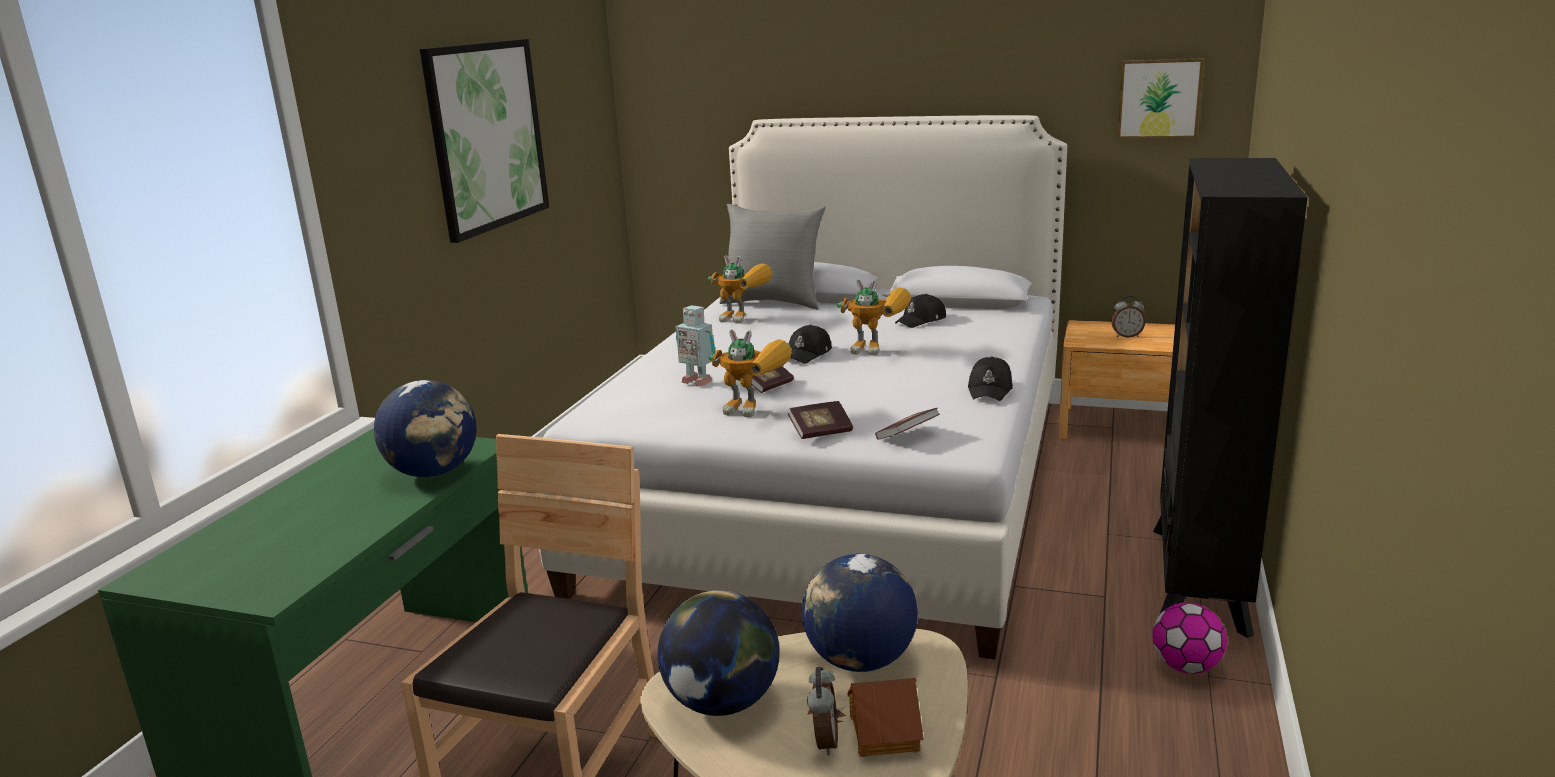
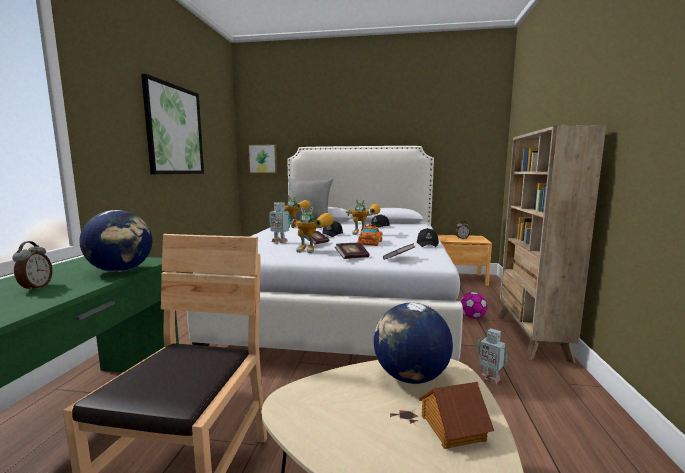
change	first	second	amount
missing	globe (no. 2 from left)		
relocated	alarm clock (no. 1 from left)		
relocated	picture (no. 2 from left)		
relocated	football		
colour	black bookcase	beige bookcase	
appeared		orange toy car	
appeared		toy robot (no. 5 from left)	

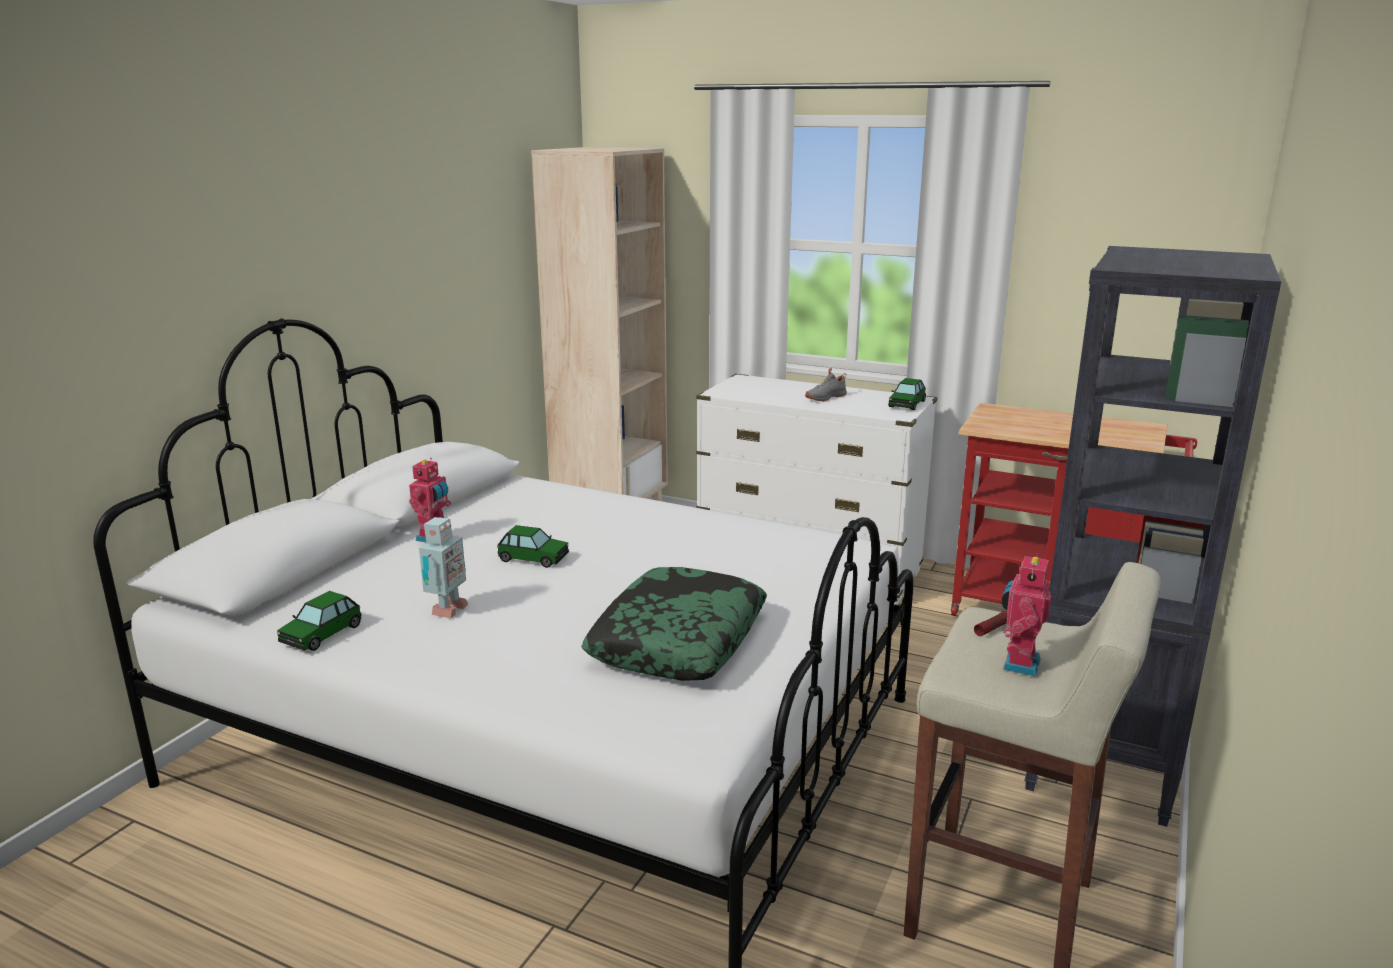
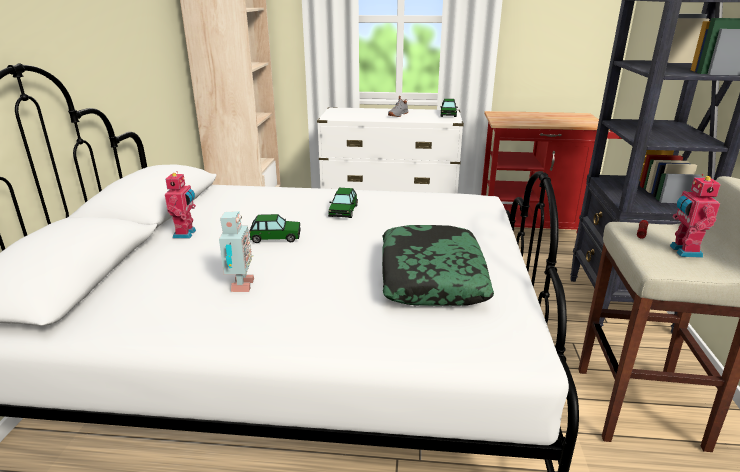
change	first	second	amount
relocated	toy car (no. 1 from left in the first image)	toy car (no. 2 from left)	

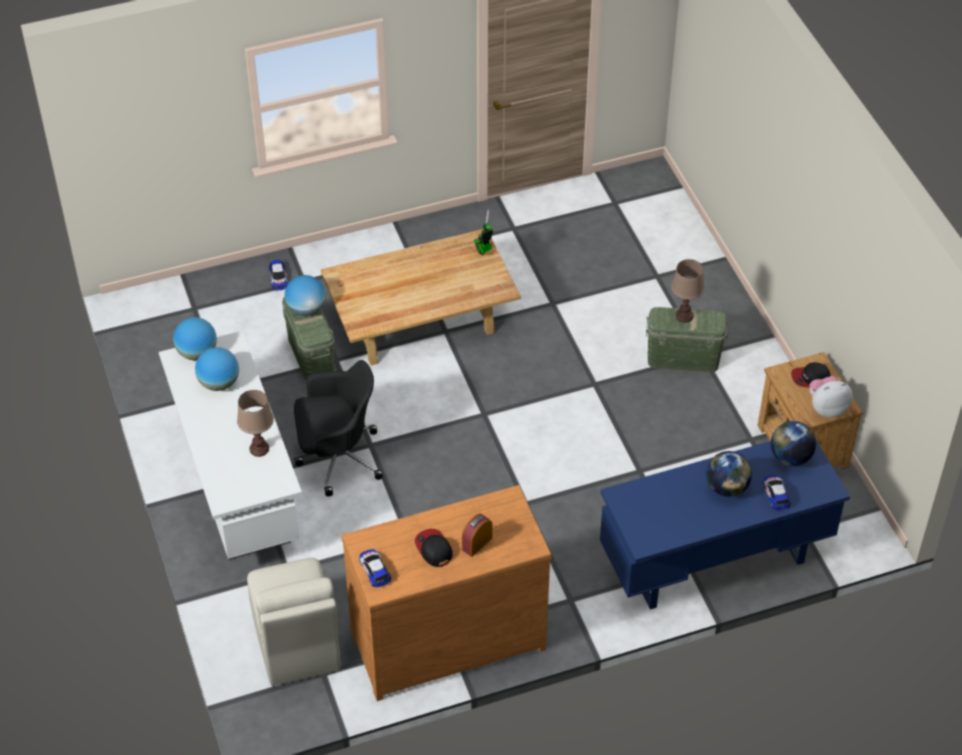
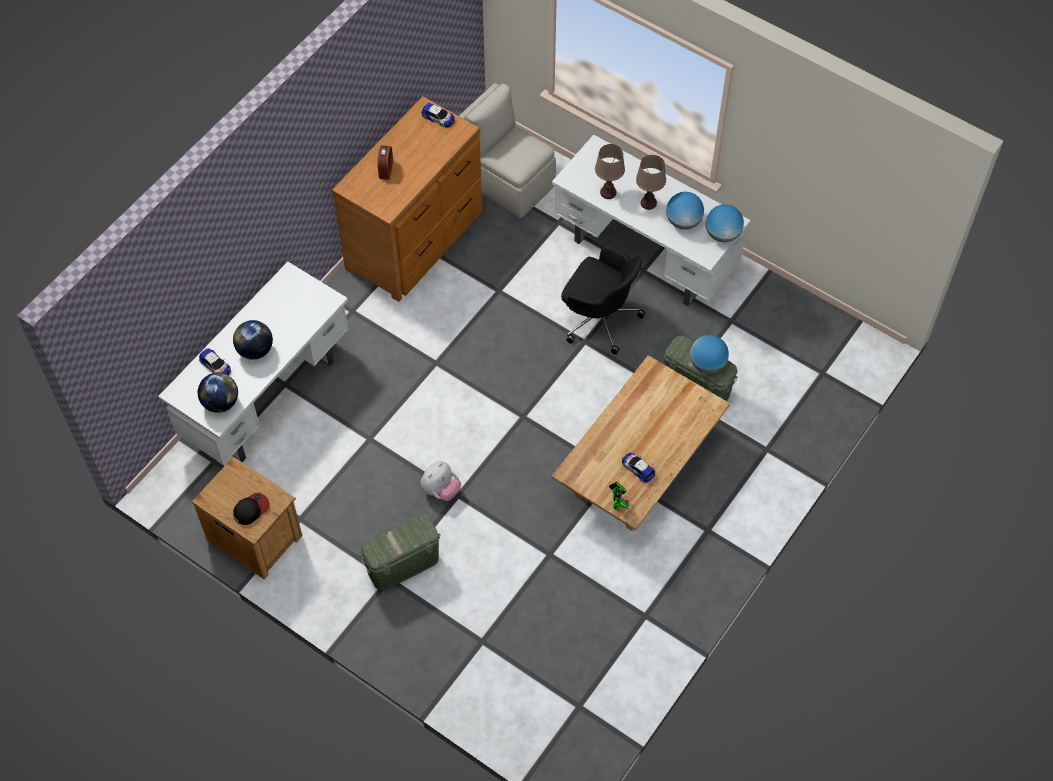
change	first	second	amount
relocated	toy car (no. 1 from left in the first image)	toy car (no. 3 from left)	
spun	black office chair		105 degrees counterclockwise
missing	cap (no. 1 from left)		
colour	blue desk	white desk (no. 1 from left)	
relocated	brown table lamp (no. 2 from left)		
relocated	plush toy		

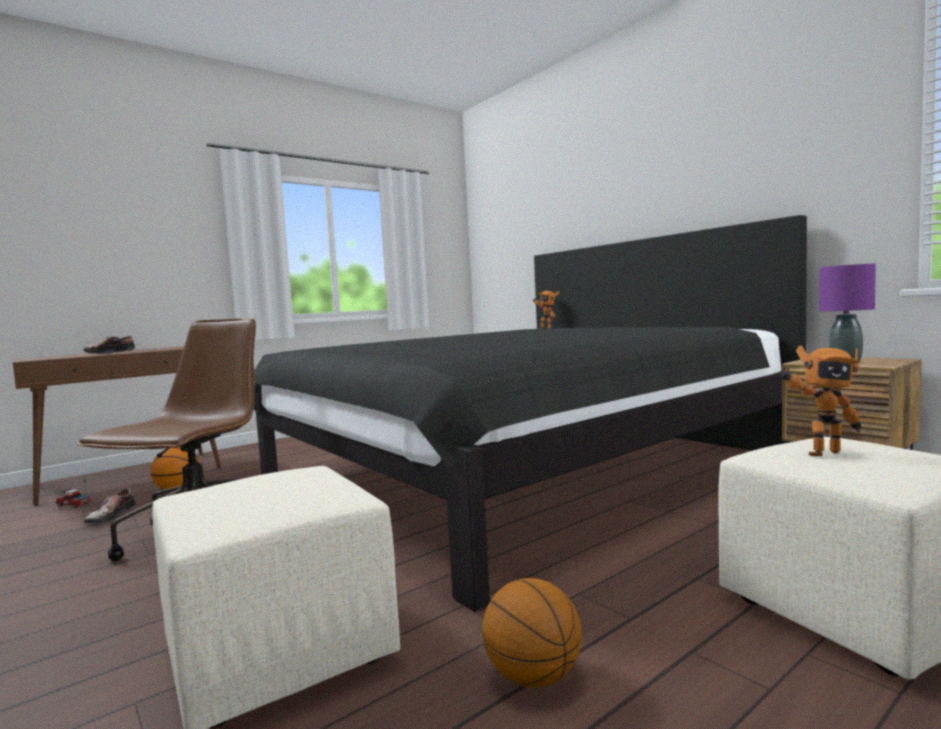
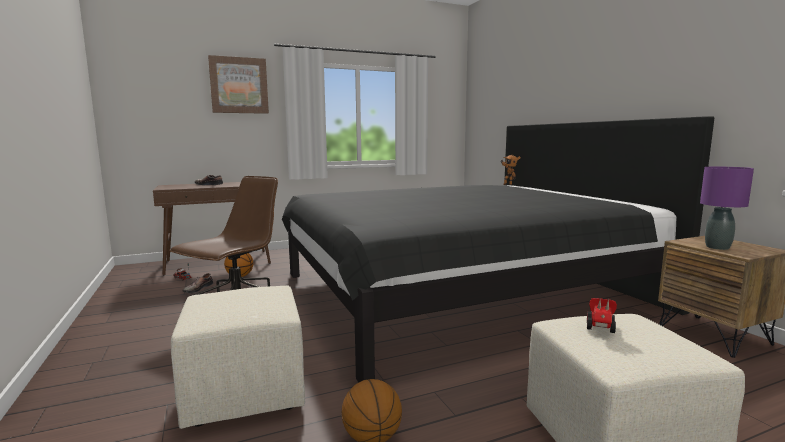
change	first	second	amount
exchanged	toy robot (no. 2 from left)	toy car	
appeared		picture	

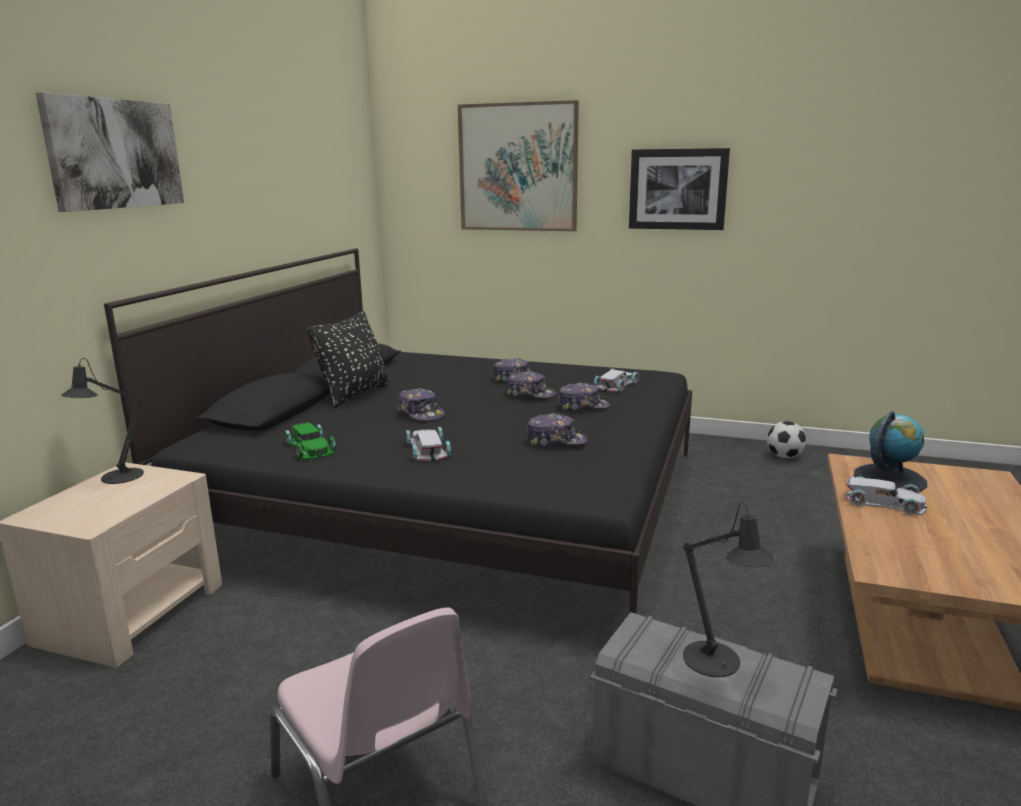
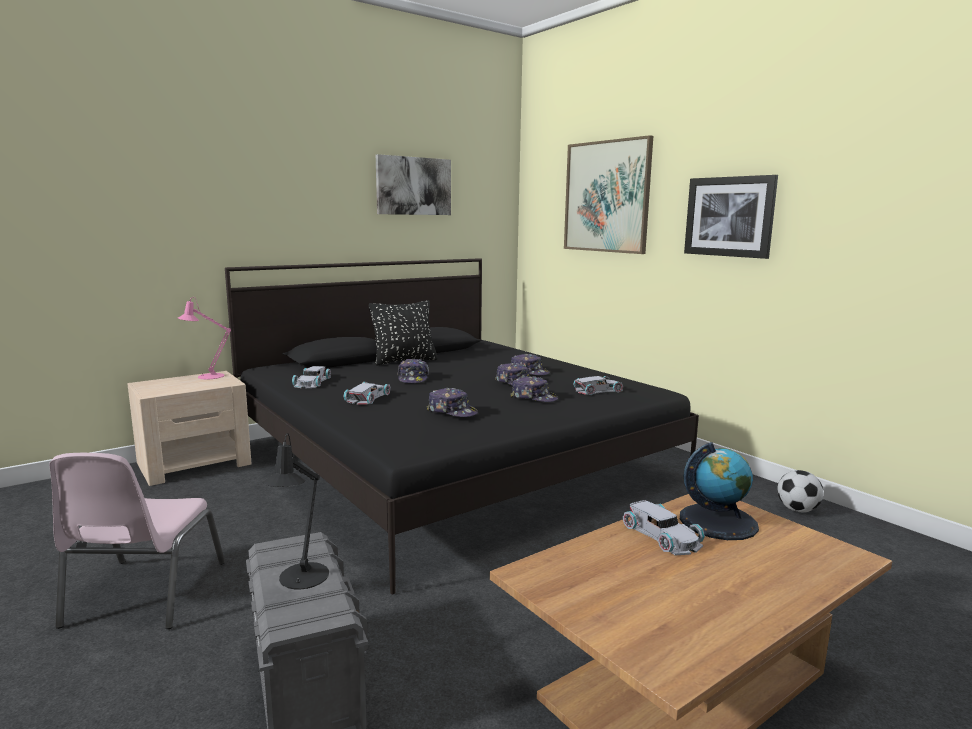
change	first	second	amount
relocated	picture (no. 1 from left)		
colour	black table lamp (no. 1 from left)	pink table lamp	
colour	green toy car	white toy car (no. 1 from left)	

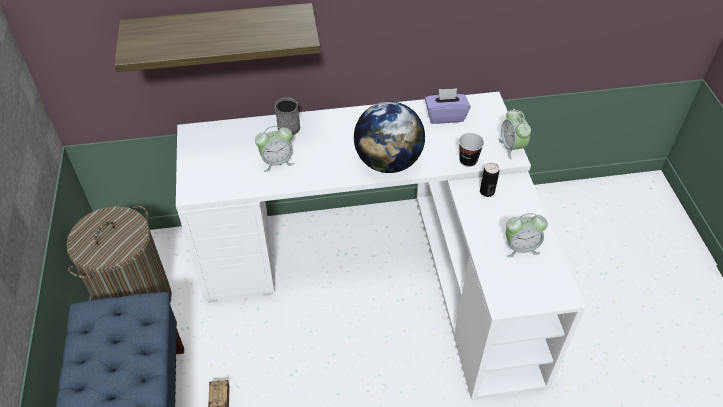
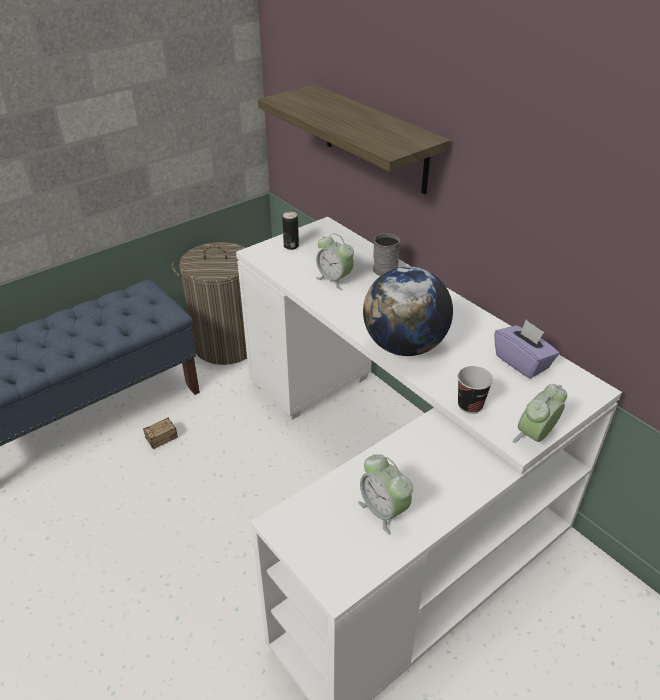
change	first	second	amount
relocated	can		

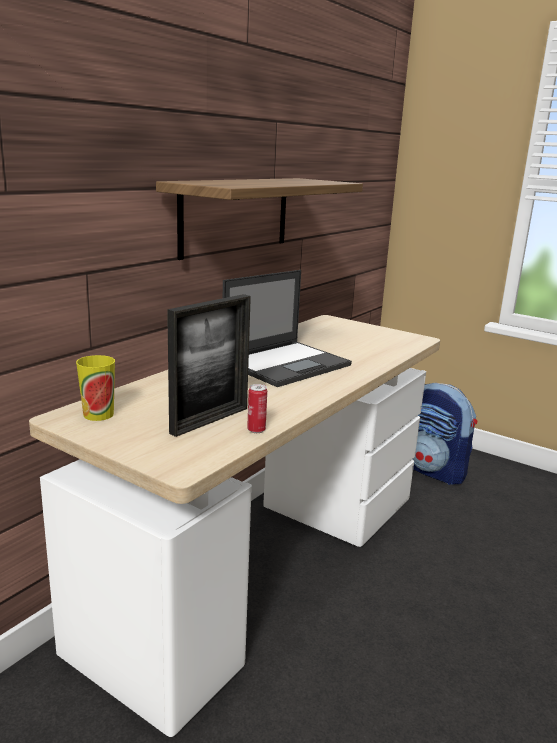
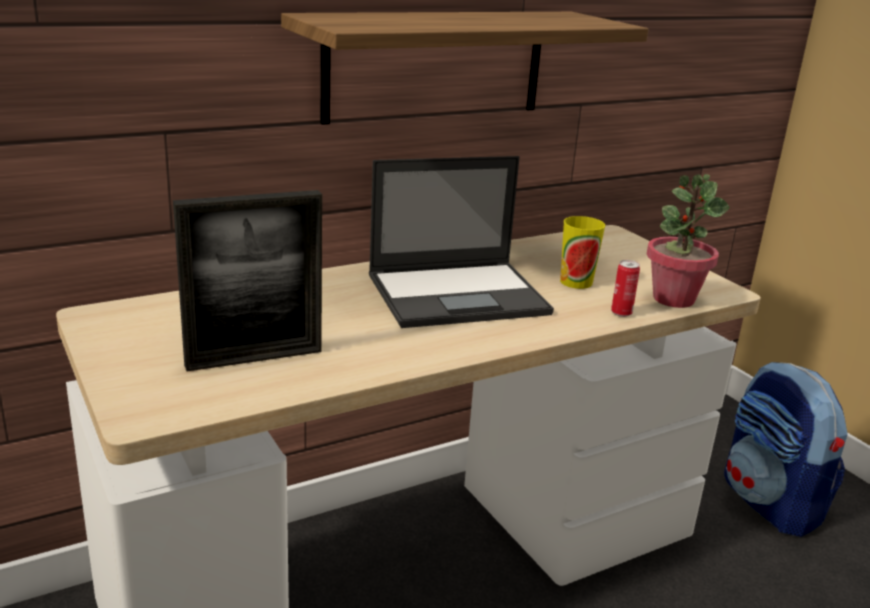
change	first	second	amount
relocated	cup		
relocated	can		
appeared		potted plant	

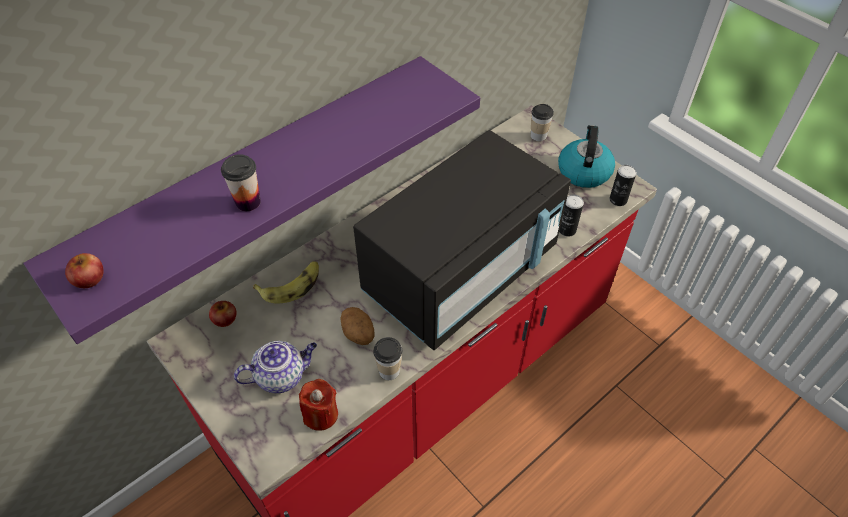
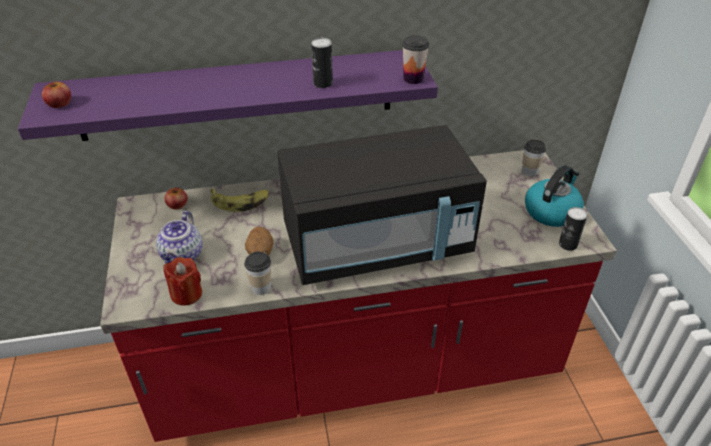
change	first	second	amount
relocated	cup (no. 1 from left in the first image)	cup (no. 2 from left)	
spun	teapot		90 degrees clockwise
relocated	can (no. 1 from left)		

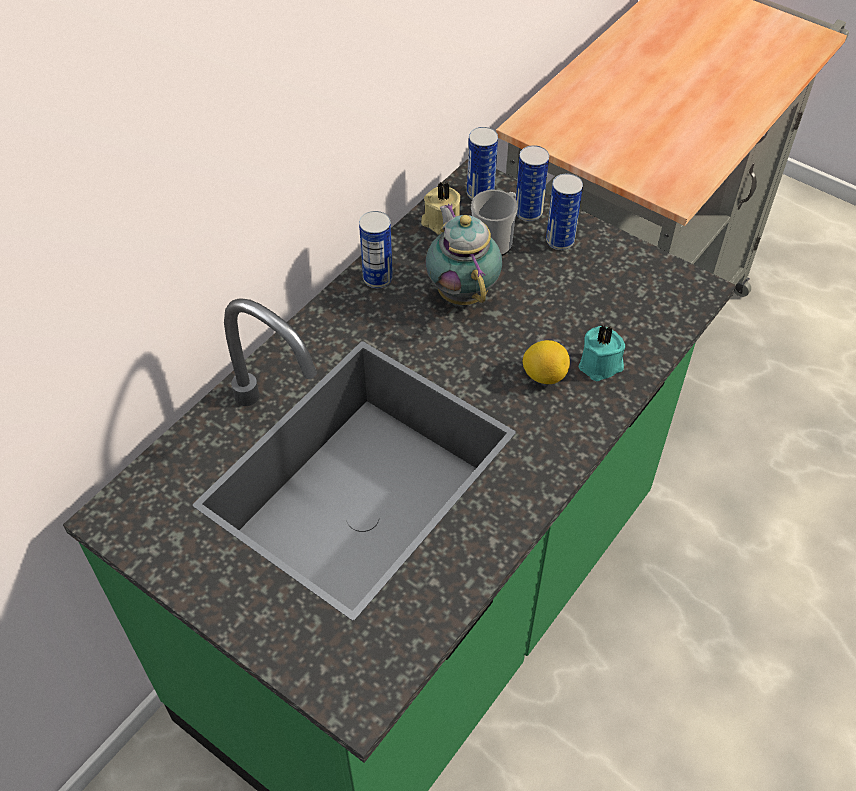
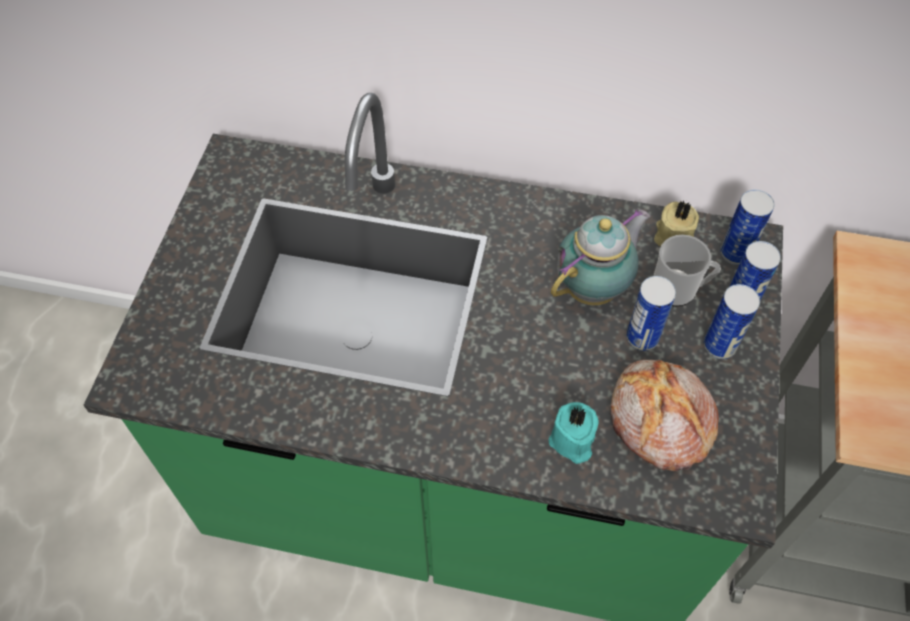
change	first	second	amount
relocated	can (no. 1 from left)		
missing	lemon		
appeared		bread	

